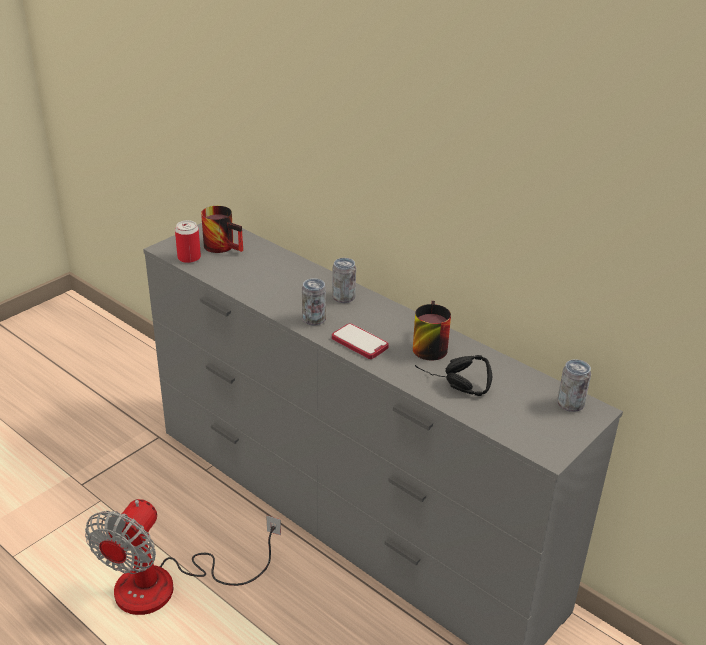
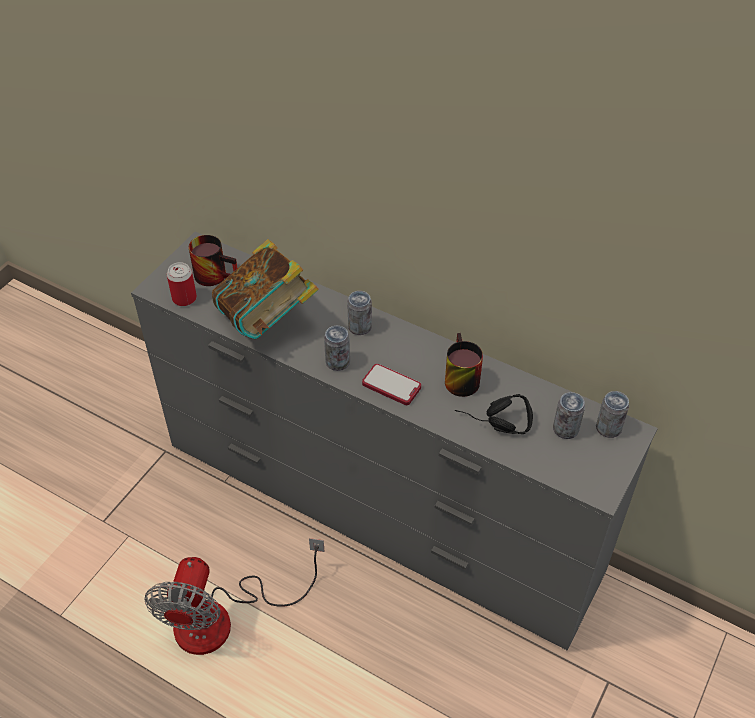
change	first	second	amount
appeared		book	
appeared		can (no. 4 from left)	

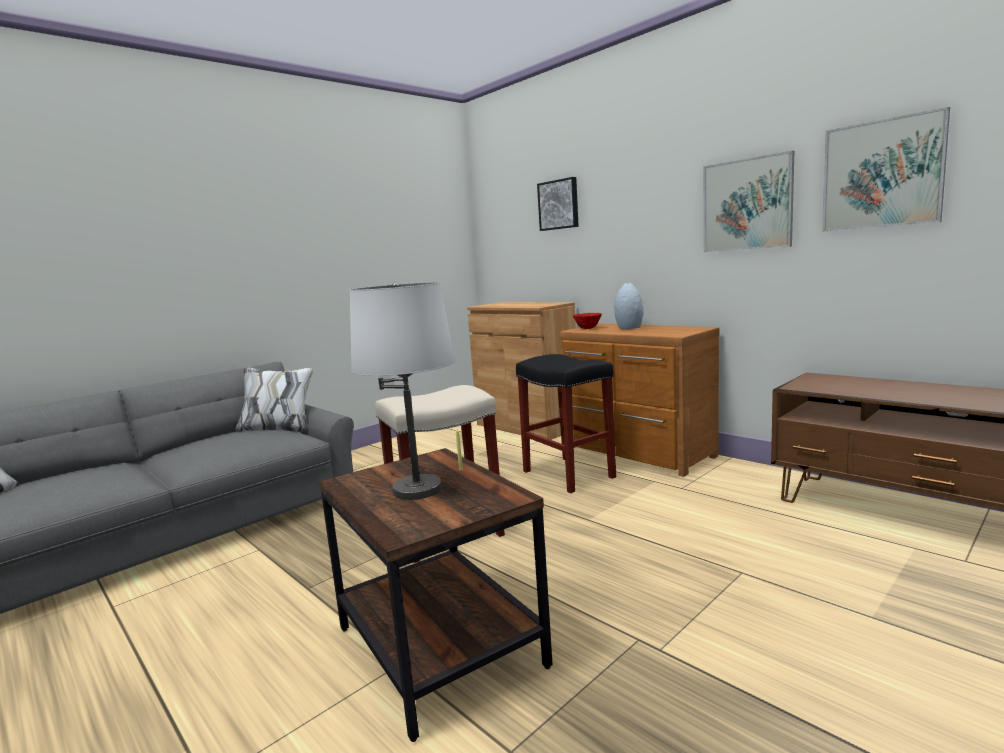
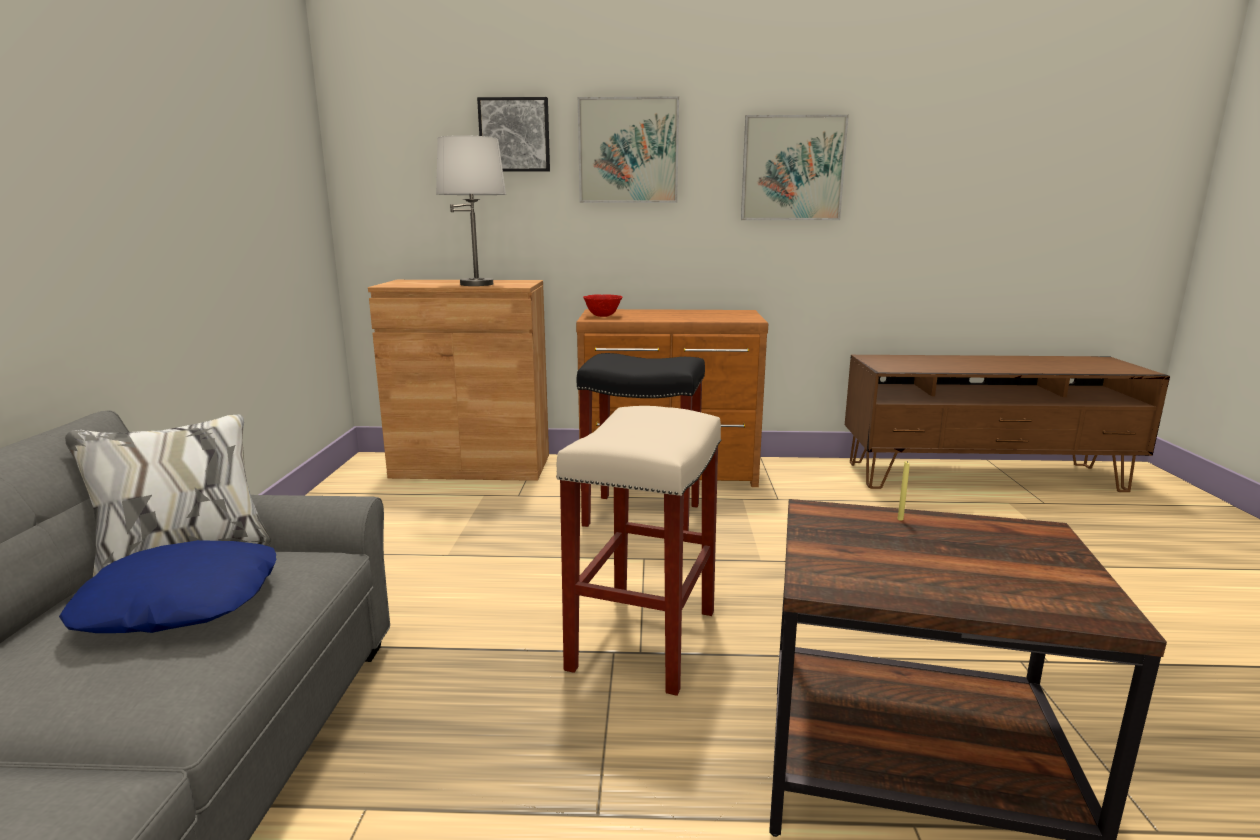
change	first	second	amount
relocated	white table lamp		
missing	grey vase		
relocated	picture (no. 3 from left in the first image)	picture (no. 2 from left)	
appeared		blue pillow	

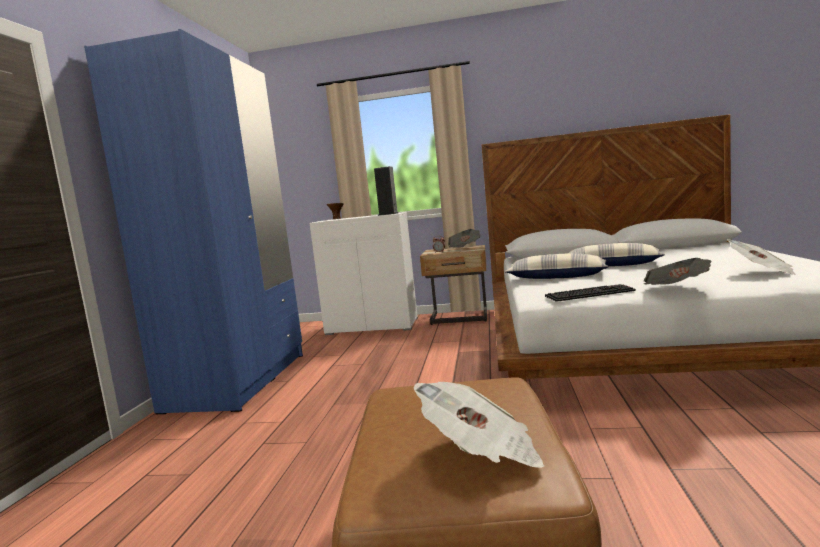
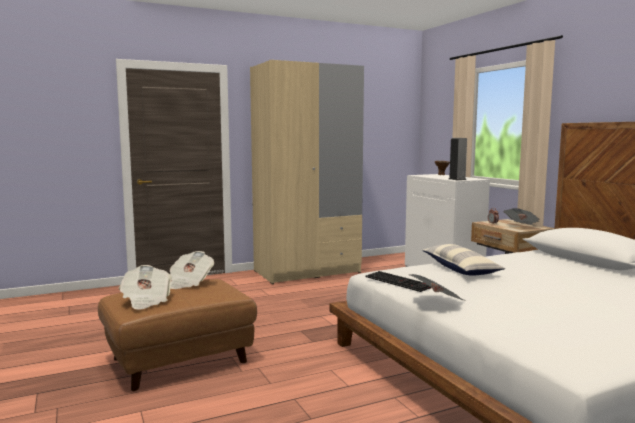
change	first	second	amount
colour	blue wardrobe	beige wardrobe	
missing	pillow (no. 2 from left)		
relocated	newspaper (no. 4 from left in the first image)	newspaper (no. 2 from left)	

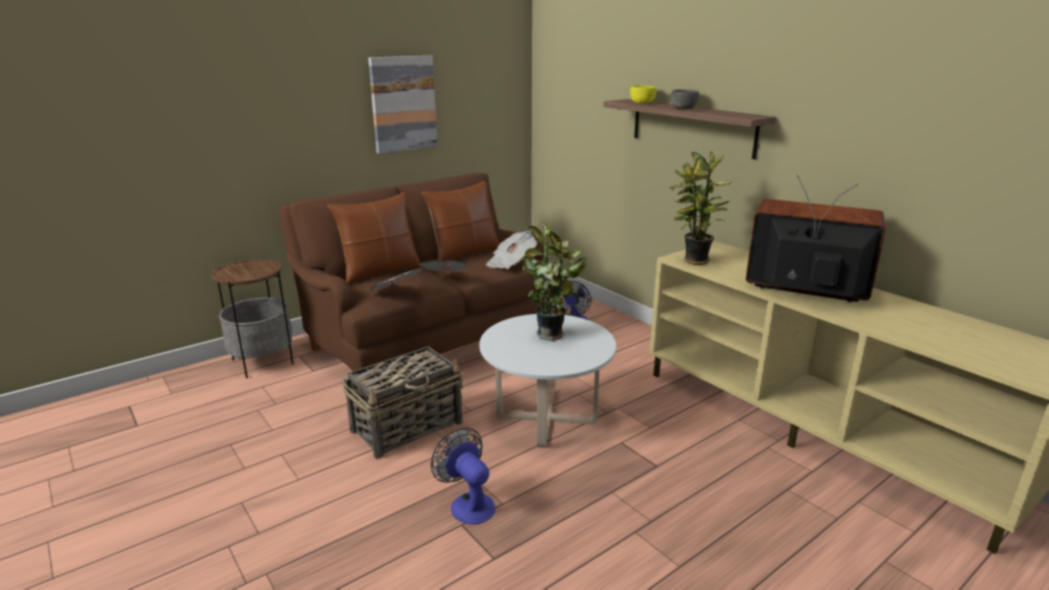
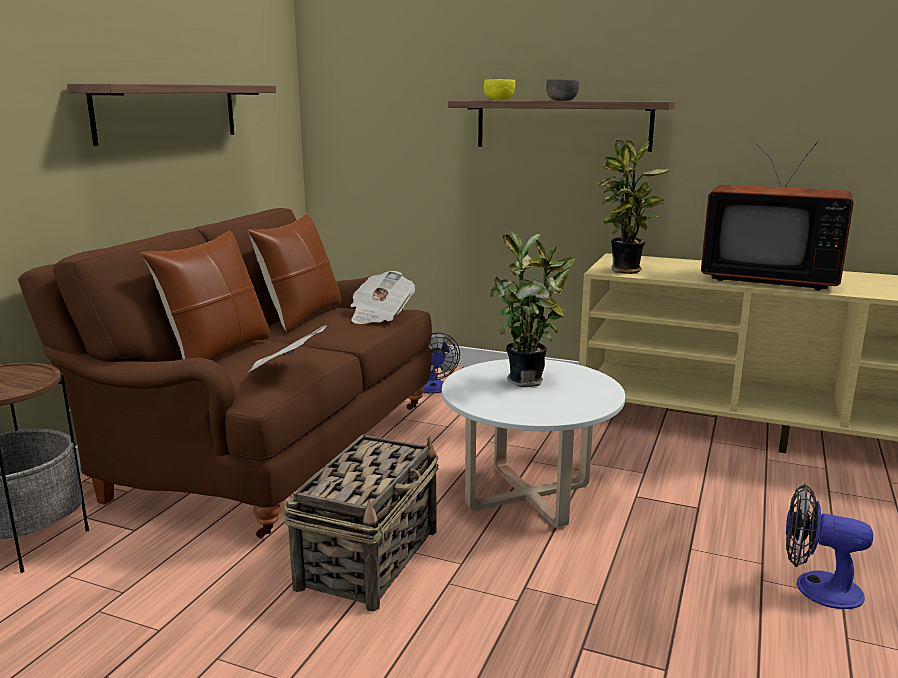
change	first	second	amount
exchanged	picture	shelf (no. 1 from left)	
missing	newspaper (no. 2 from left)		
relocated	fan (no. 1 from left in the first image)	fan (no. 2 from left)	
spun	television		150 degrees counterclockwise

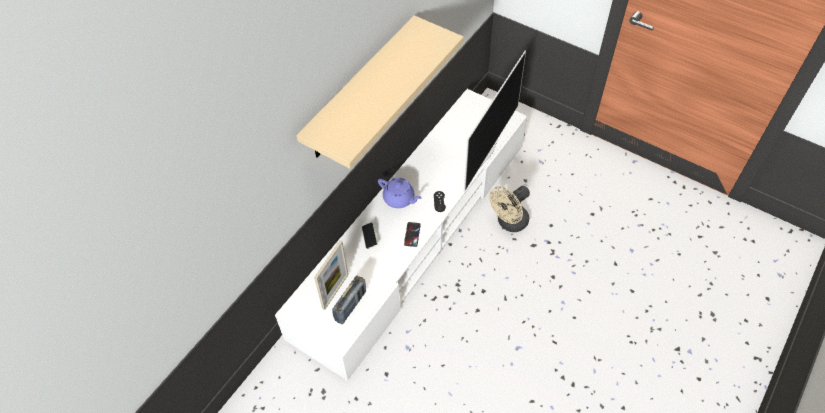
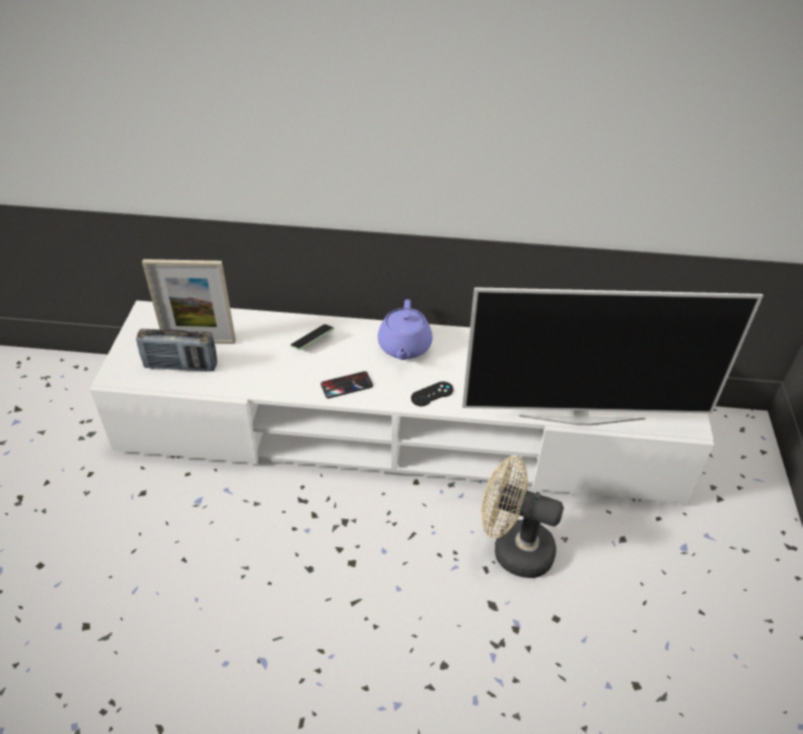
change	first	second	amount
missing	beige shelf		

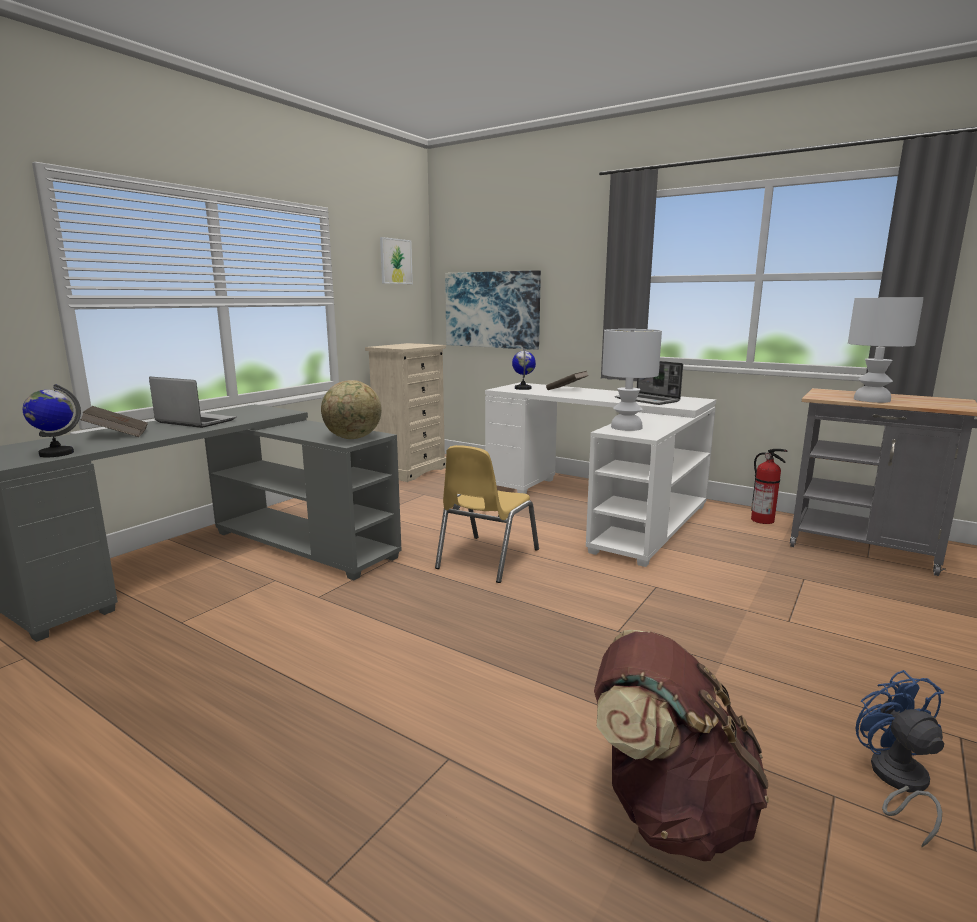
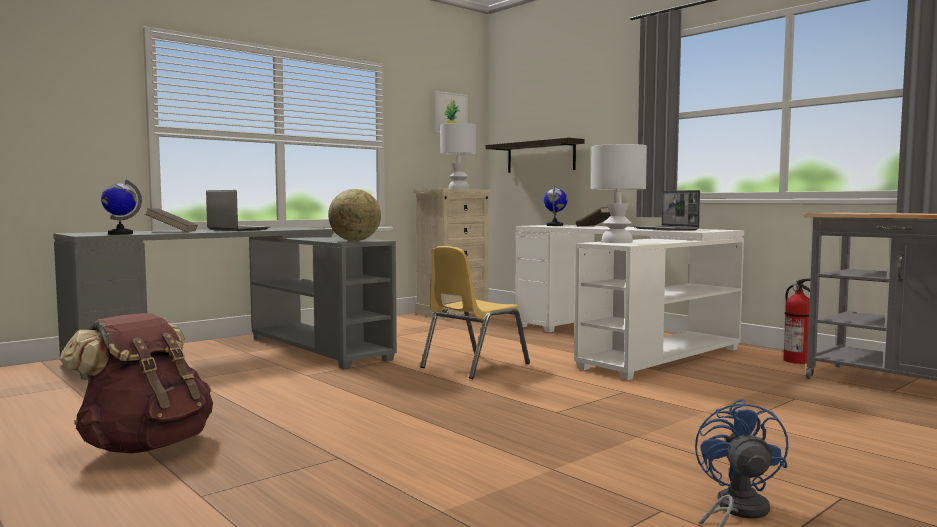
change	first	second	amount
exchanged	picture (no. 2 from left)	shelf	
relocated	brown backpack		
relocated	white table lamp (no. 2 from left in the first image)	white table lamp (no. 1 from left)	

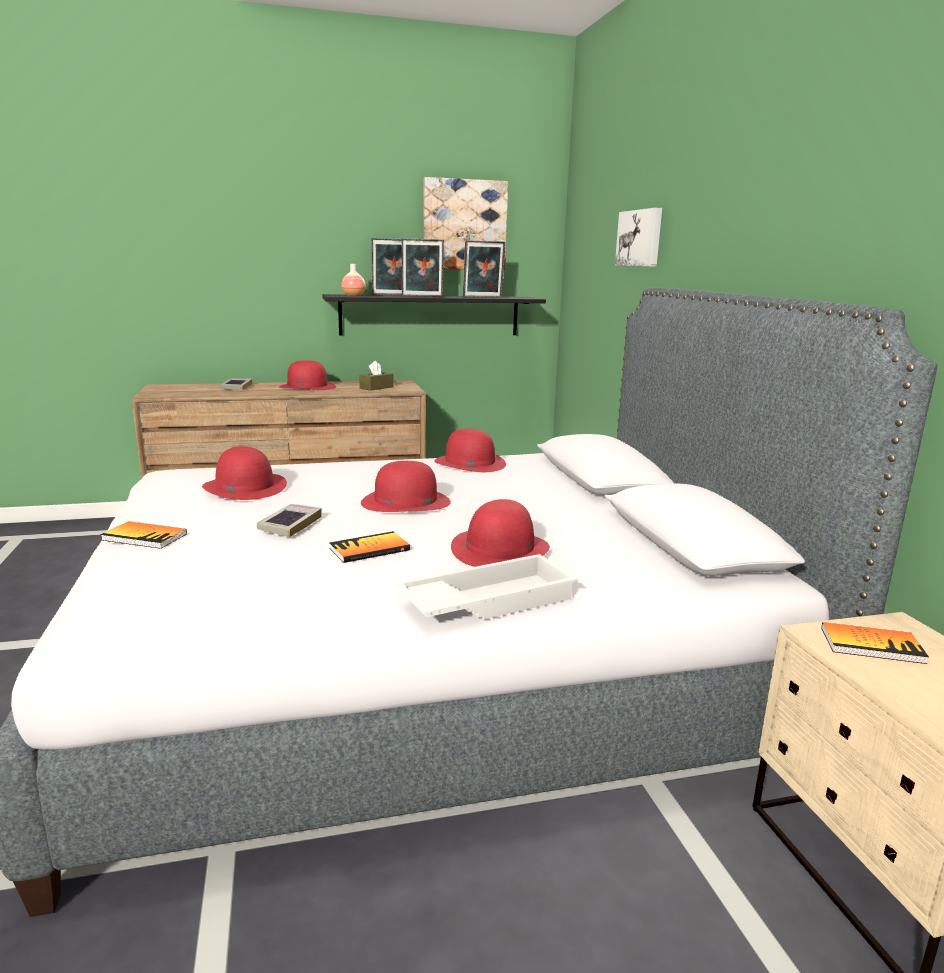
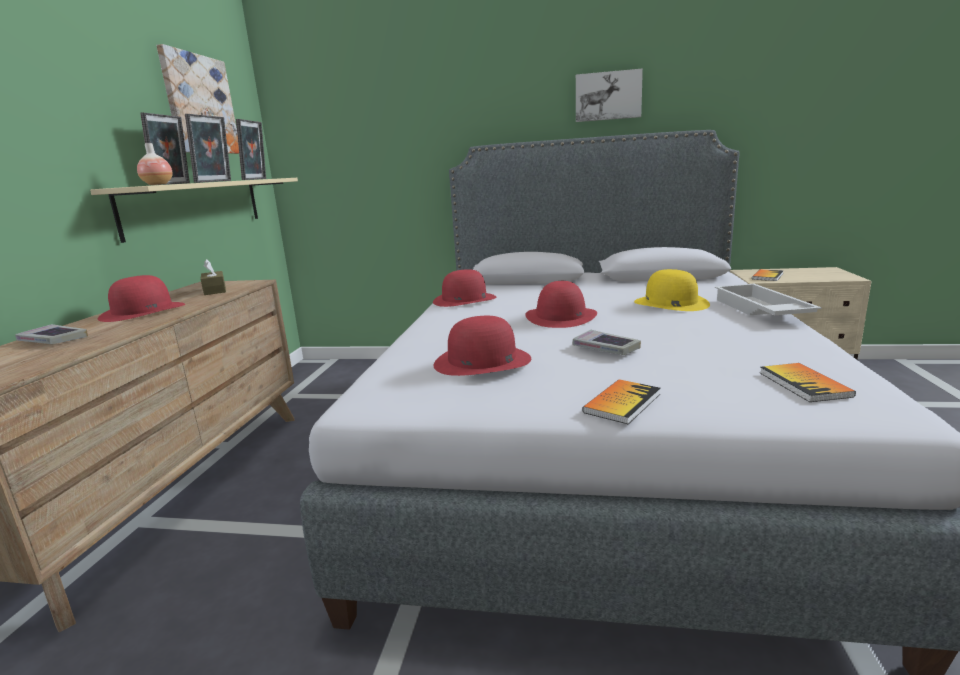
change	first	second	amount
colour	black shelf	beige shelf	
relocated	book (no. 4 from left in the first image)	book (no. 5 from left)	
colour	red hat (no. 5 from left)	yellow hat	
relocated	picture (no. 2 from left)		

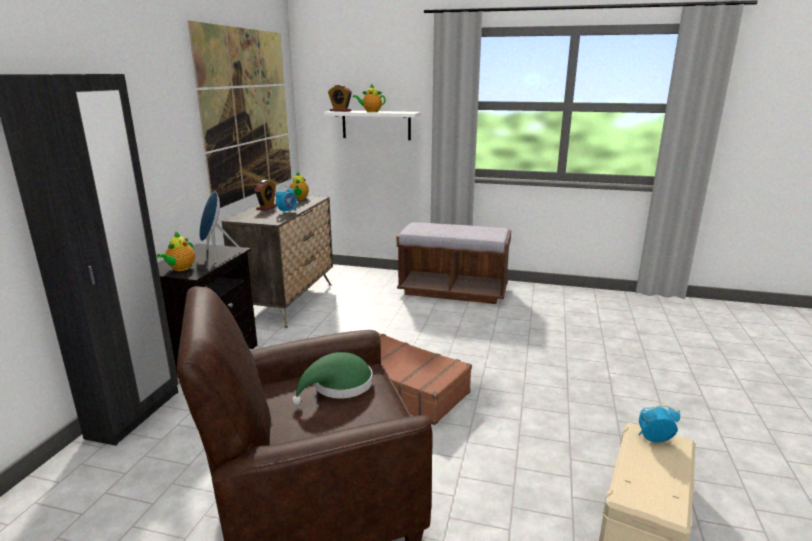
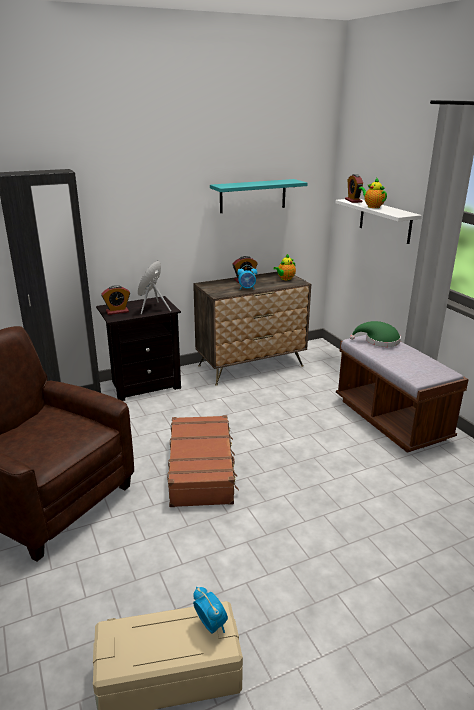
change	first	second	amount
exchanged	teapot (no. 1 from left)	alarm clock (no. 1 from left)	
exchanged	picture	turquoise shelf	
relocated	green hat		

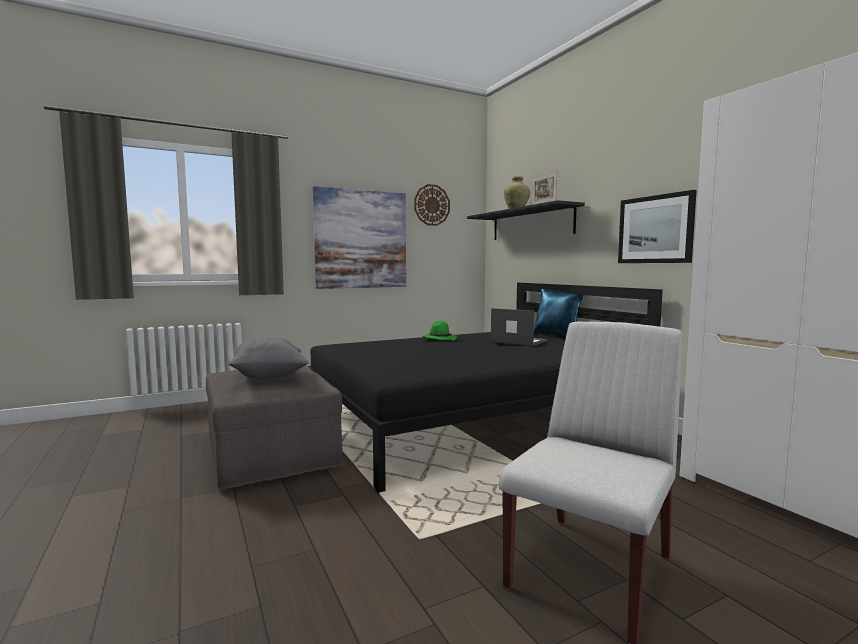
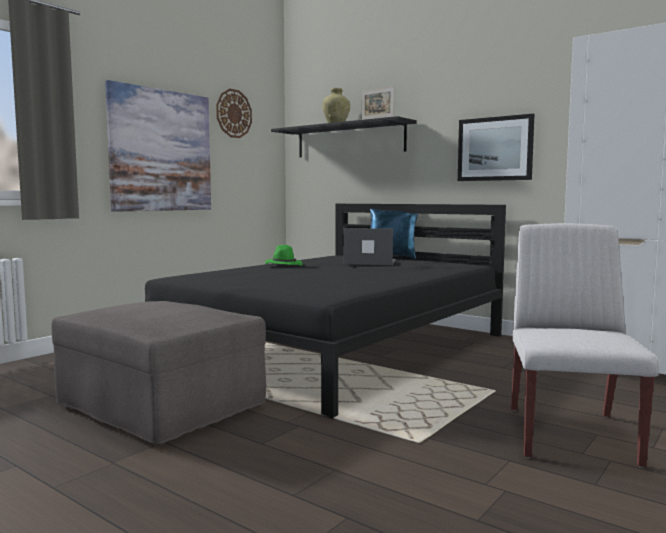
change	first	second	amount
missing	grey pillow		

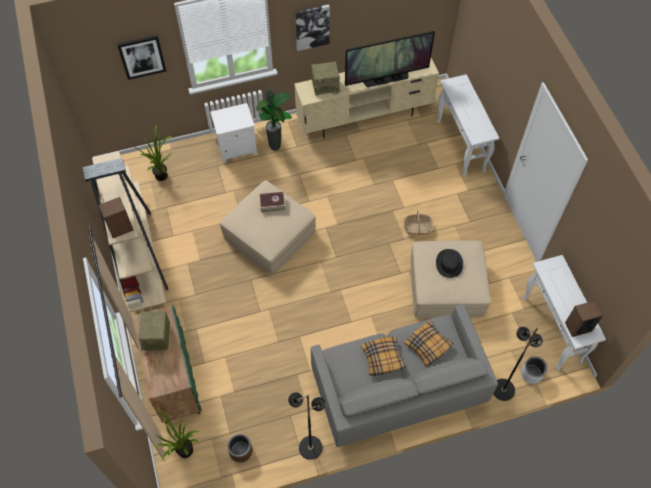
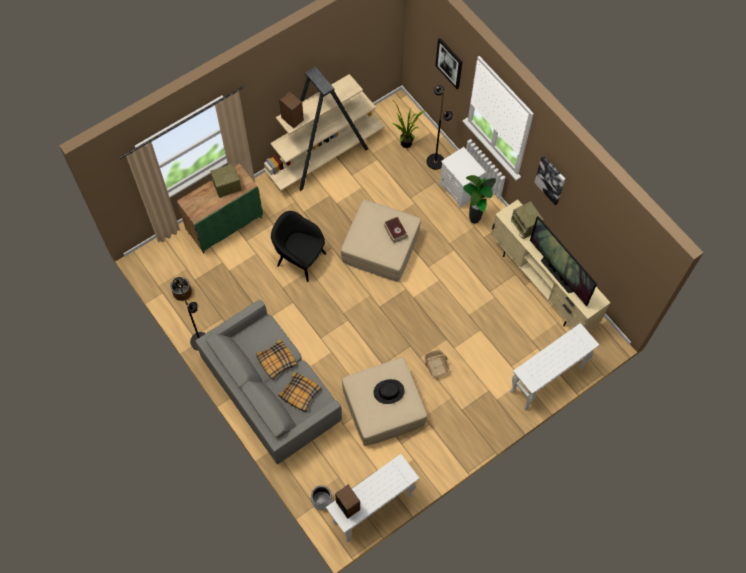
change	first	second	amount
missing	potted plant (no. 2 from left)		
relocated	black floor lamp (no. 2 from left)		
appeared		black armchair	

